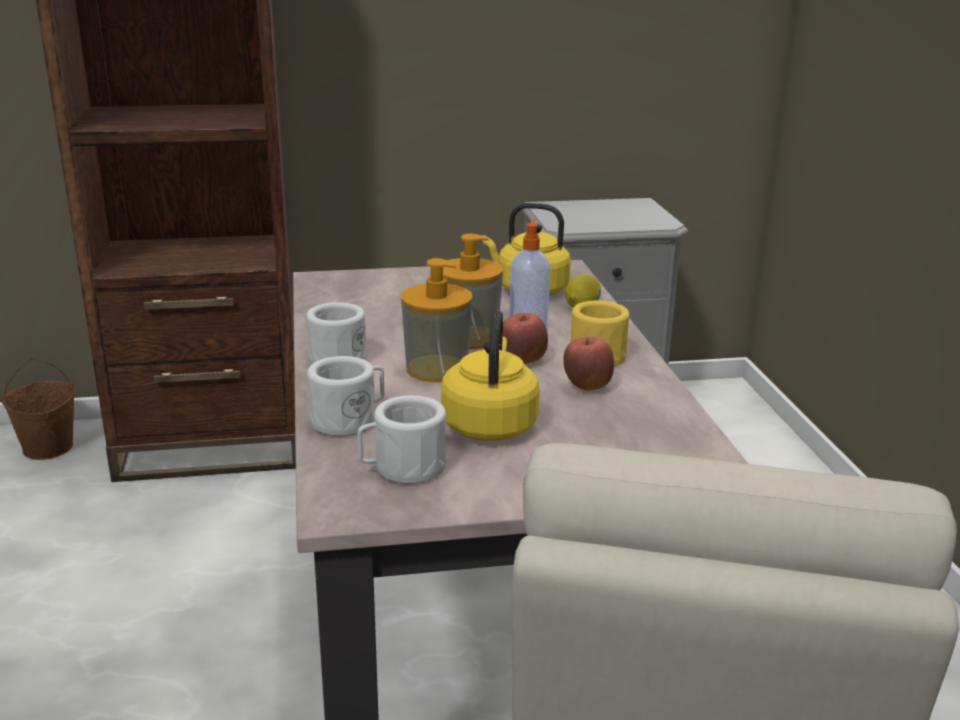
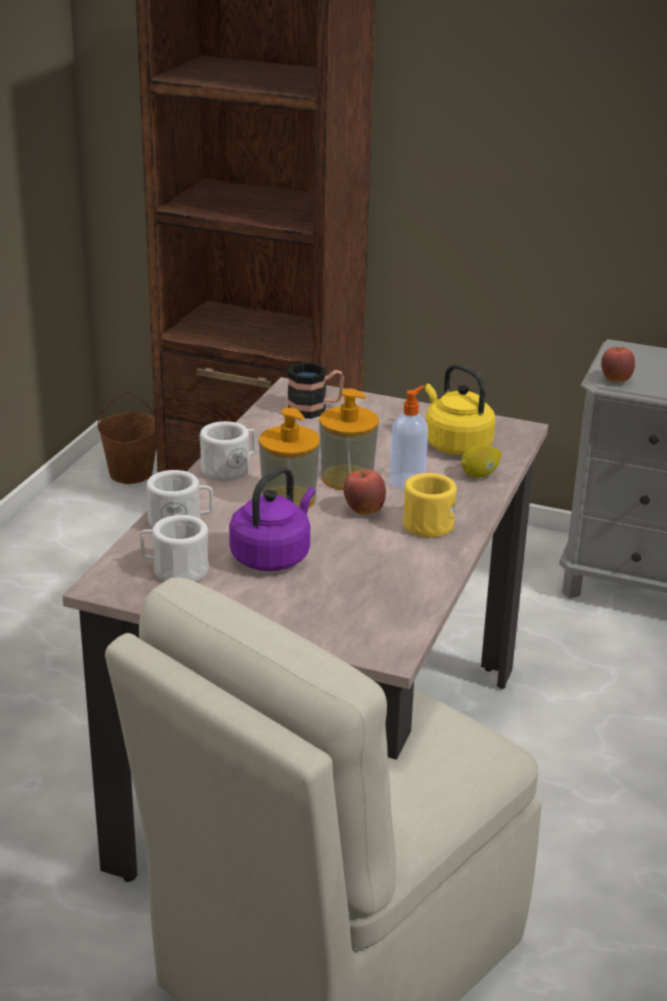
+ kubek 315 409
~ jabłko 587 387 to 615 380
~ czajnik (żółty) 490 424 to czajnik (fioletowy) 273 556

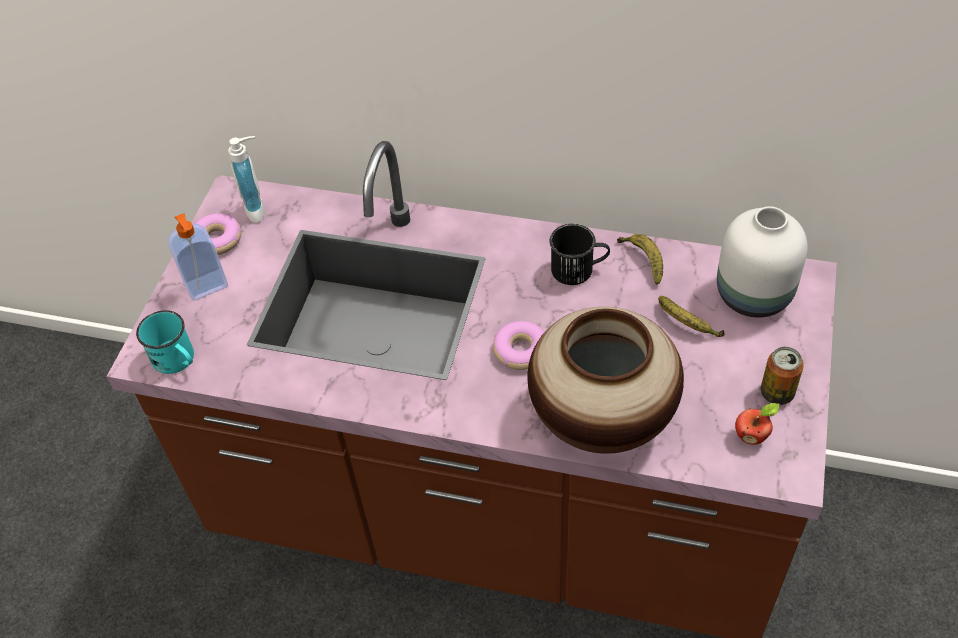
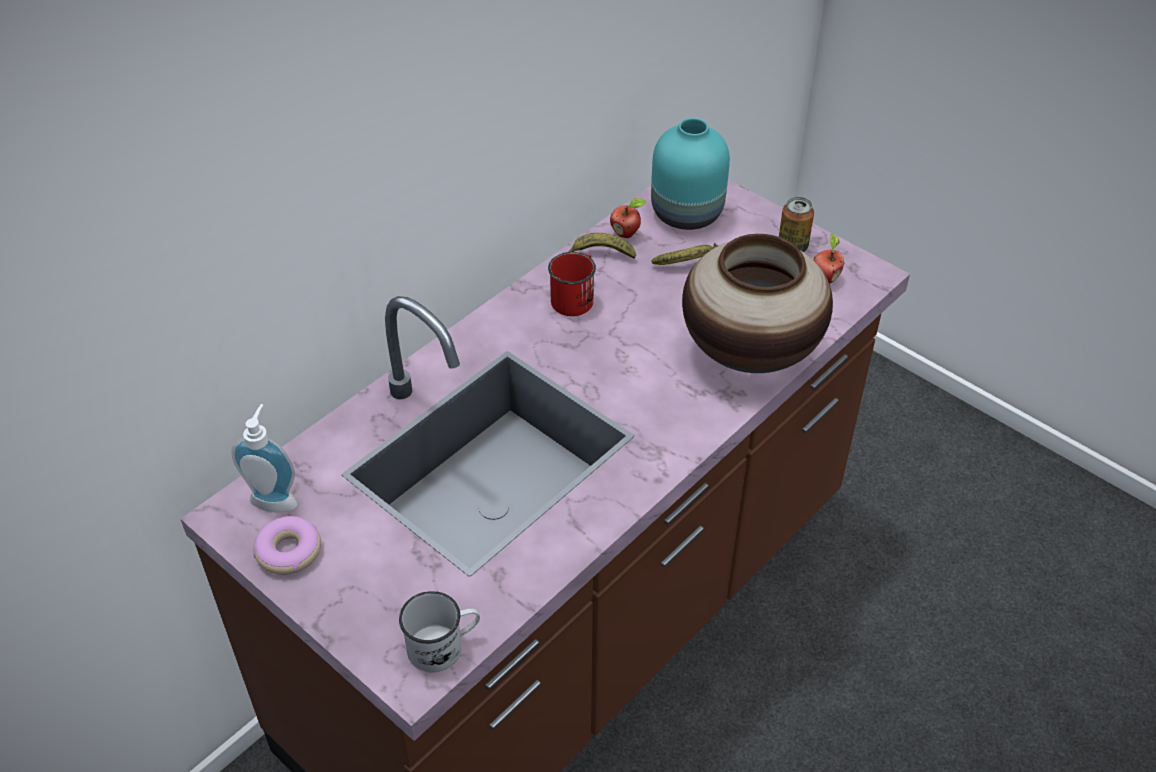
- dozownik mydła 207 286
- donut 521 350
+ jabłko 626 234
~ kubek (turkusowy) 177 361 to kubek (biały) 443 646
~ kubek (czarny) 579 270 to kubek (czerwony) 575 297
~ wazon (biały) 753 293 to wazon (turkusowy) 684 213

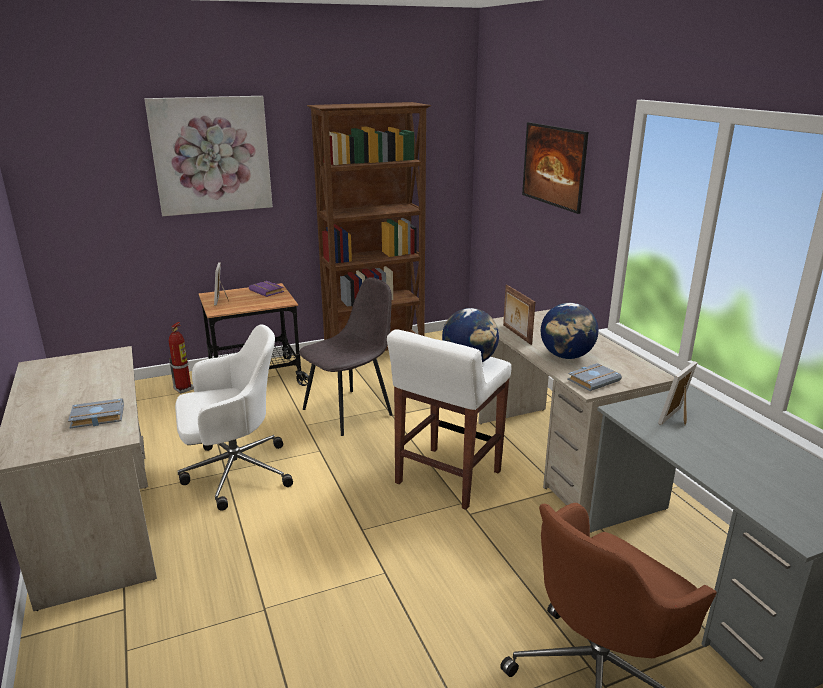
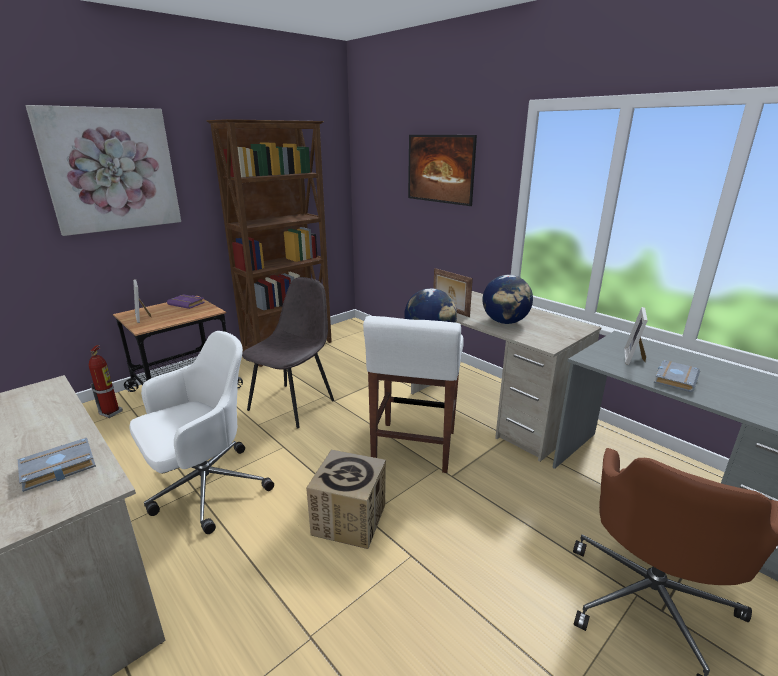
+ karton 349 519
~ książka (szary) 593 380 to 674 378

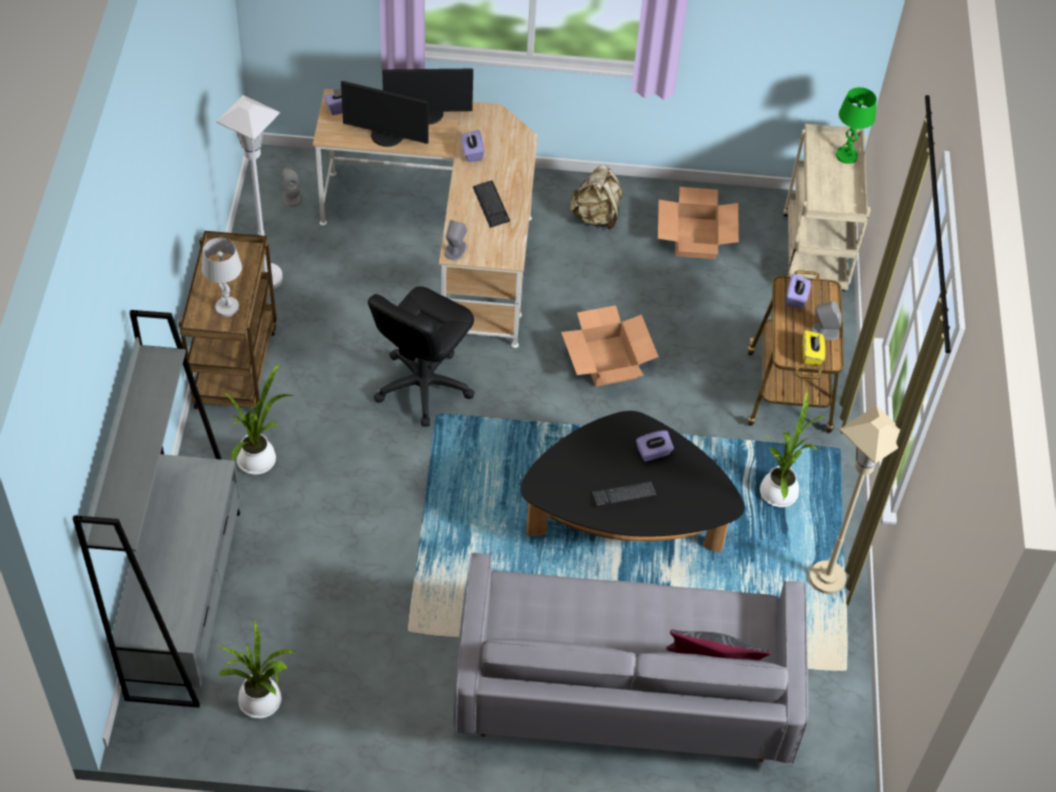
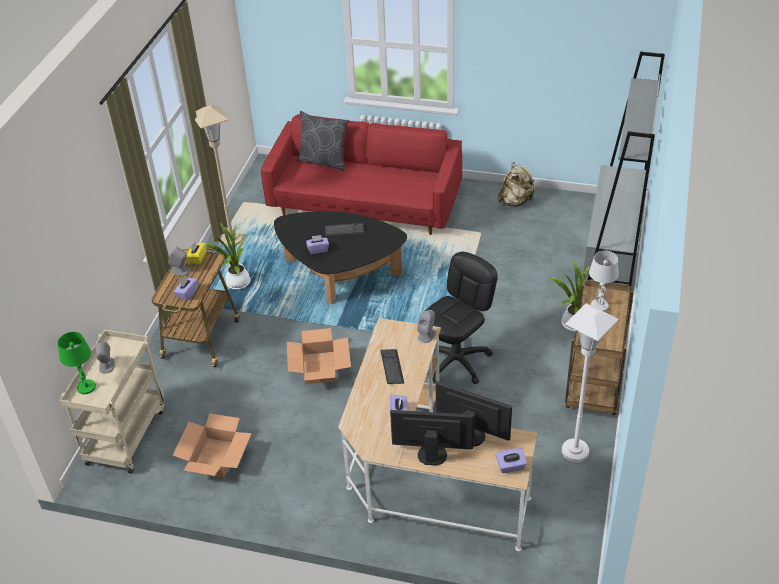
- roślina doniczkowa 263 703
~ głośnik (szary) 291 197 to 106 365
~ plecak (beżowy) 596 217 to 515 201
~ kanapa (szary) 624 687 to kanapa (czerwony) 365 203

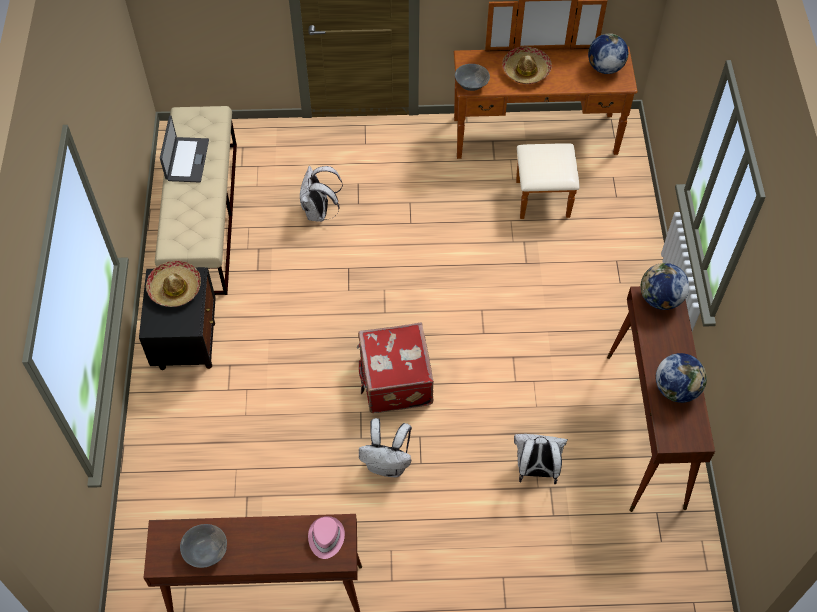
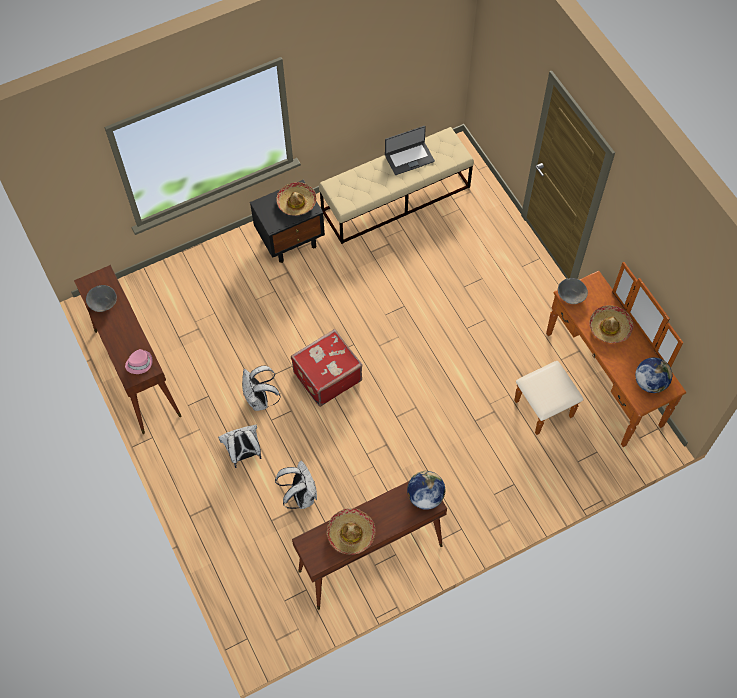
~ plecak (biały) 319 212 to 244 454
~ globus 676 389 to kapelusz 351 534

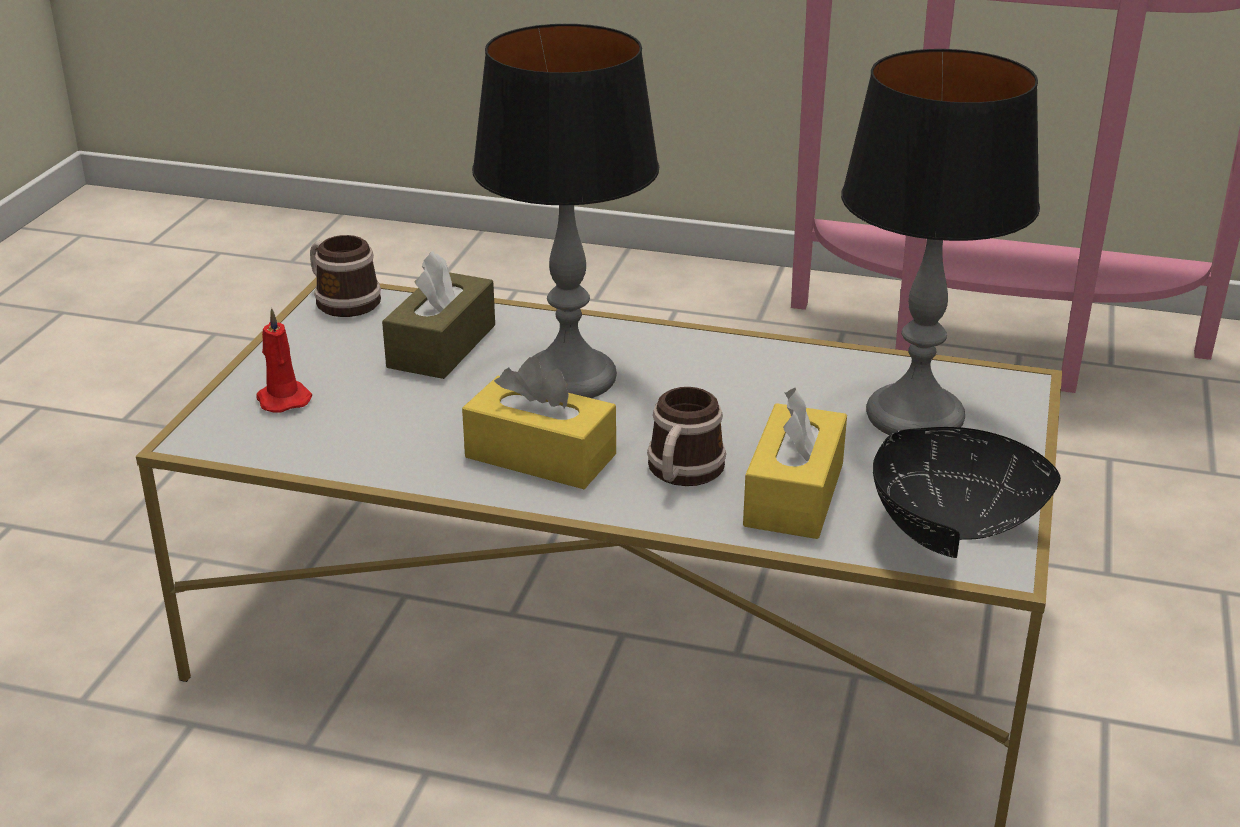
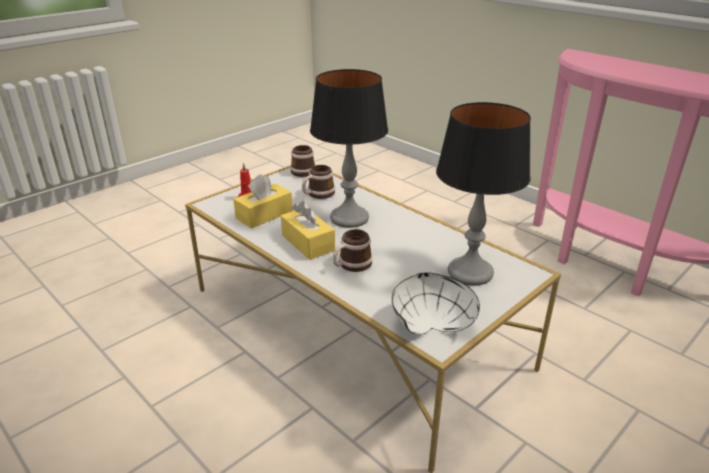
~ pudełko chusteczek (żółty) 794 494 to 264 215
~ pudełko chusteczek (brązowy) 442 346 to kubek 318 194
~ miska (czarny) 940 531 to miska (biały) 429 322

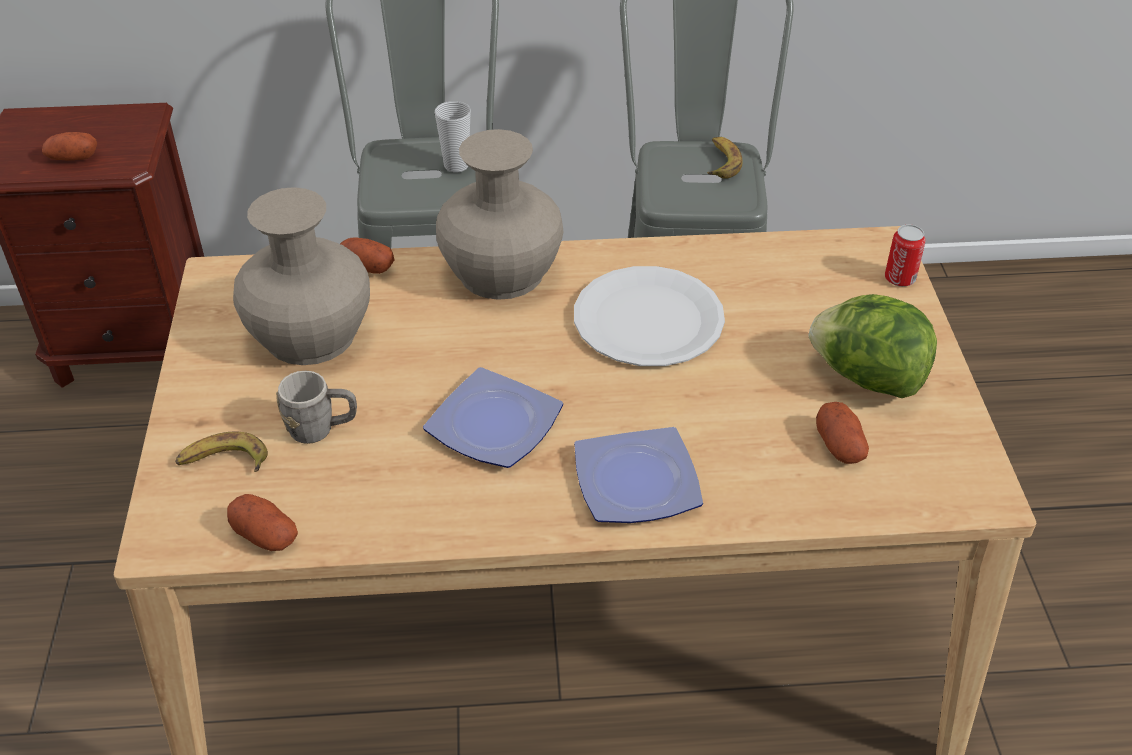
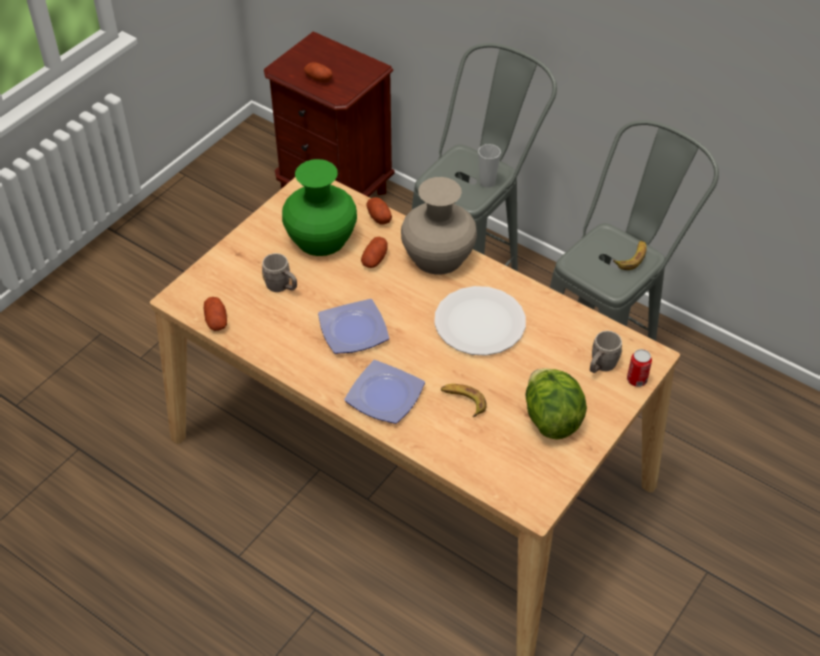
+ kubek (szary) 601 366
~ banan 223 461 to 463 401
~ ziemniak 840 446 to 374 259
~ wazon (beżowy) 310 334 to wazon (zielony) 321 238

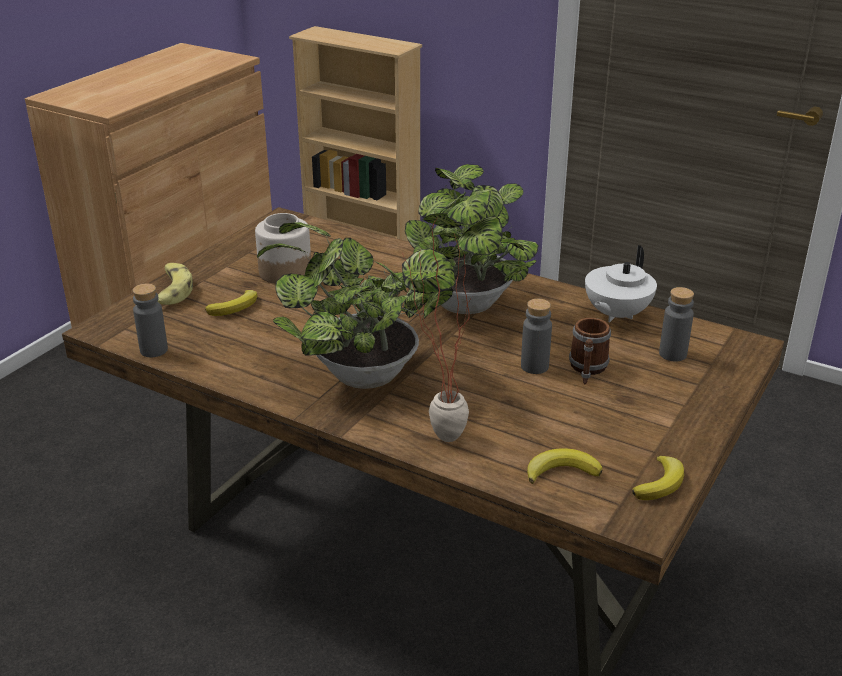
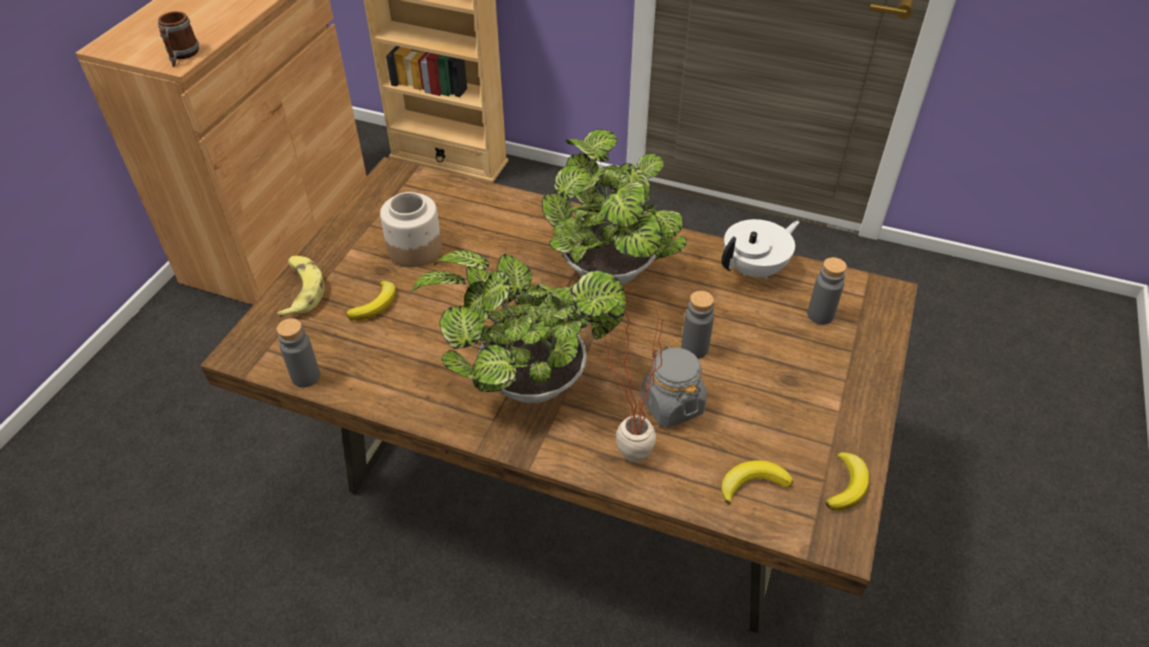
+ słoik (szary) 671 404
~ kubek 587 370 to 182 55
~ imbryk (biały) 615 314 = 755 269 150 degrees counterclockwise

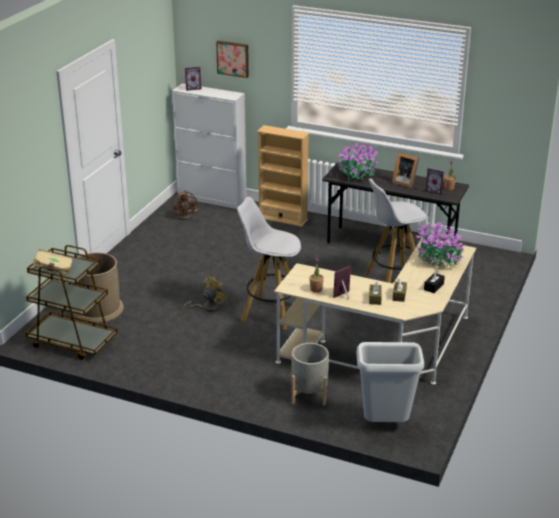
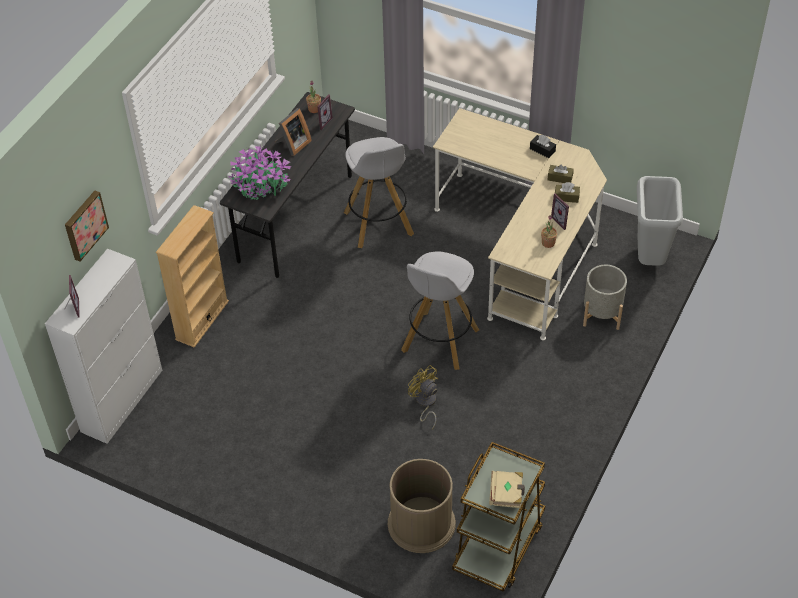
- wentylator (brązowy) 186 216
- roślina doniczkowa 438 259

